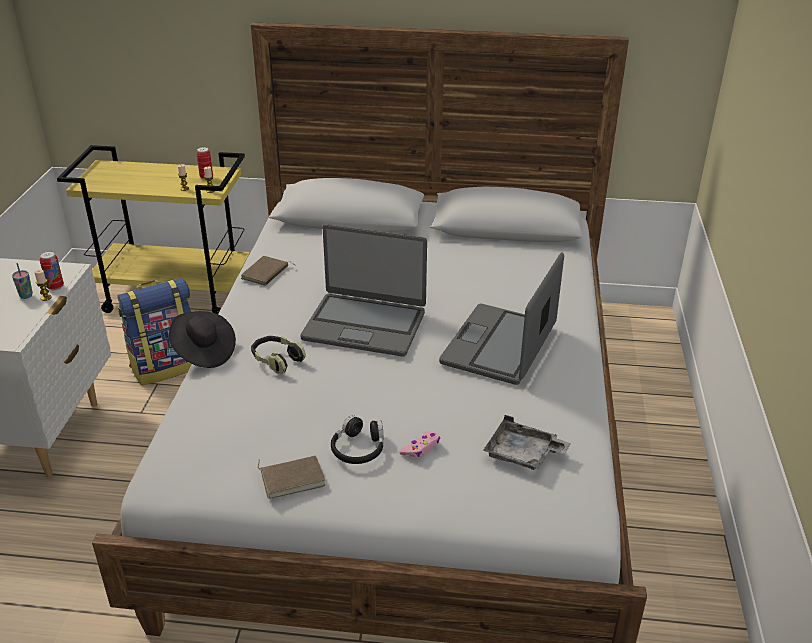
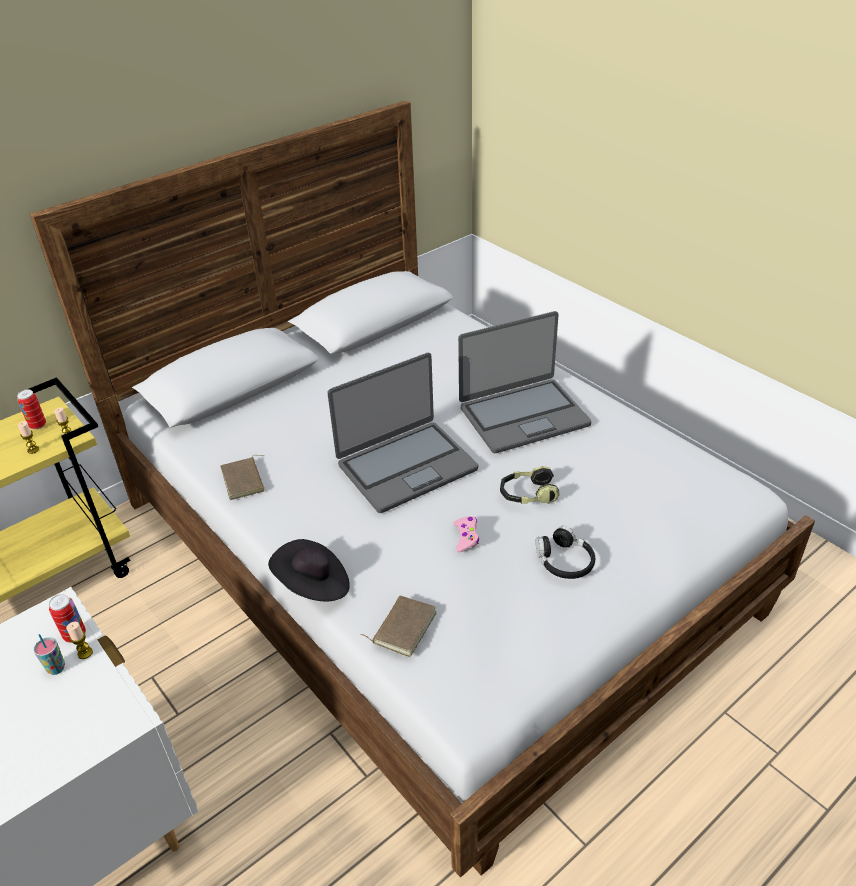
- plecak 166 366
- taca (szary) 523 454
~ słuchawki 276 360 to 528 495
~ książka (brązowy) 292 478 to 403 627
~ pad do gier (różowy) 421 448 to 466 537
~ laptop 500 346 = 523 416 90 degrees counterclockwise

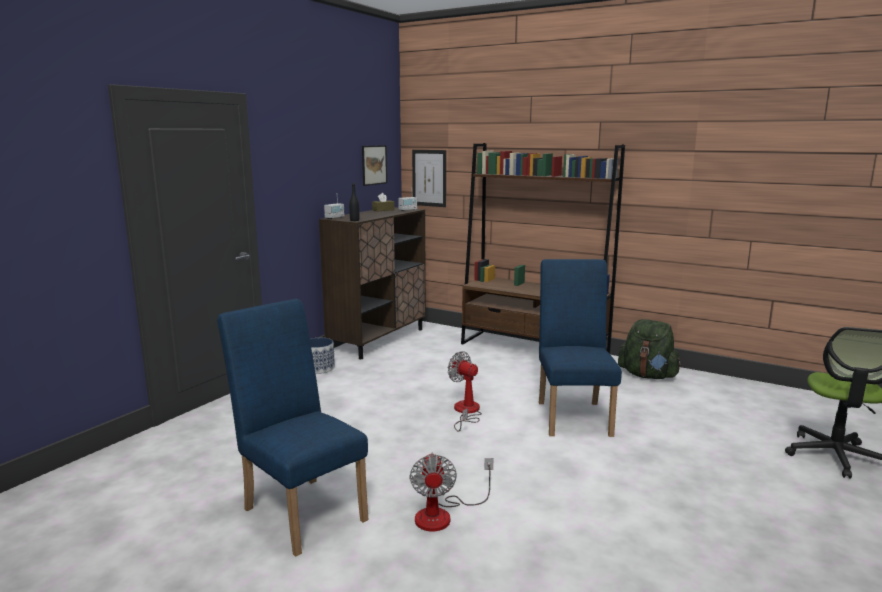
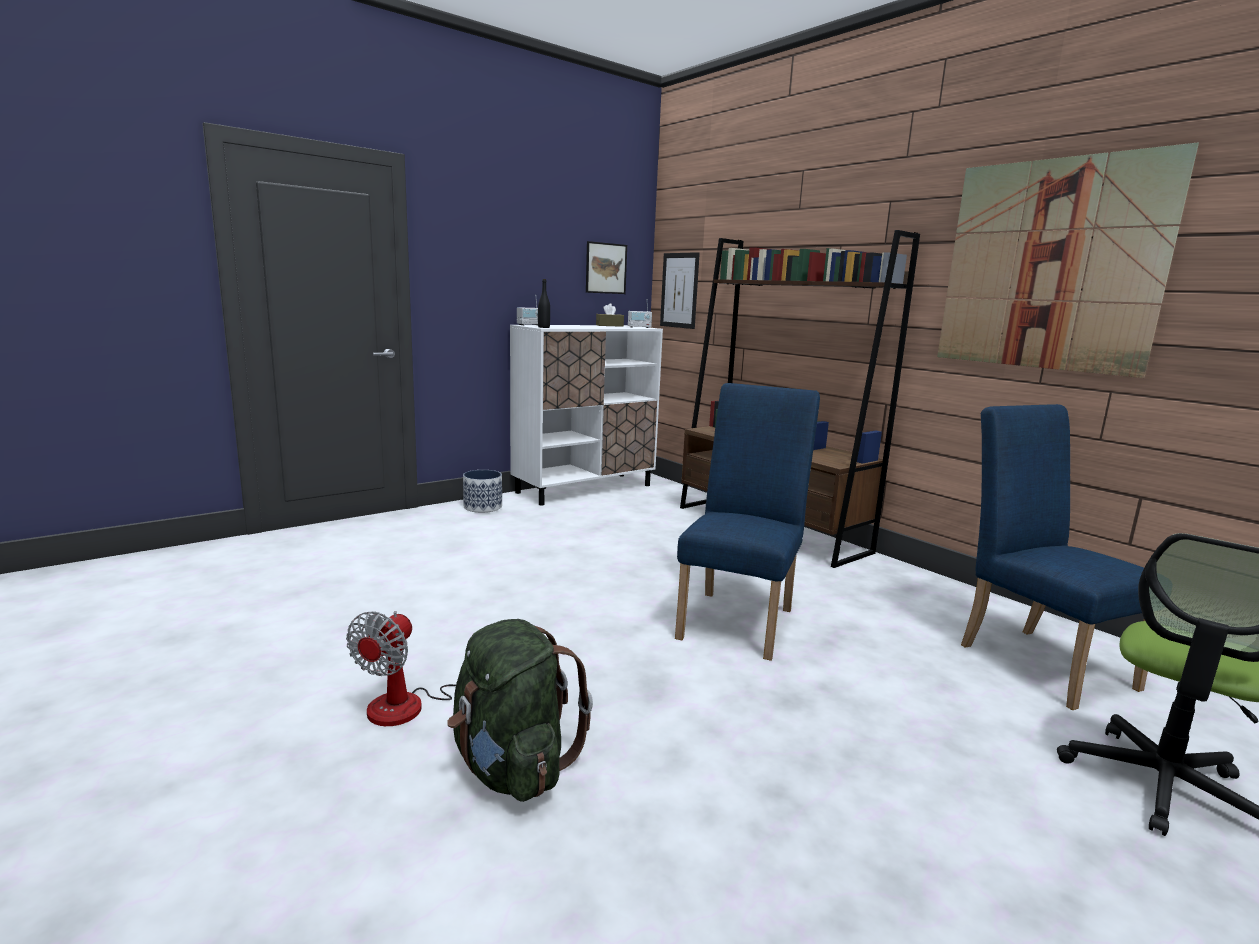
- wentylator 466 412
+ obraz 1049 265
~ krzesło (niebieski) 301 509 to 1036 659
~ plecak (zielony) 648 375 to 512 767
~ szafka (brązowy) 378 340 to szafka (biały) 585 489

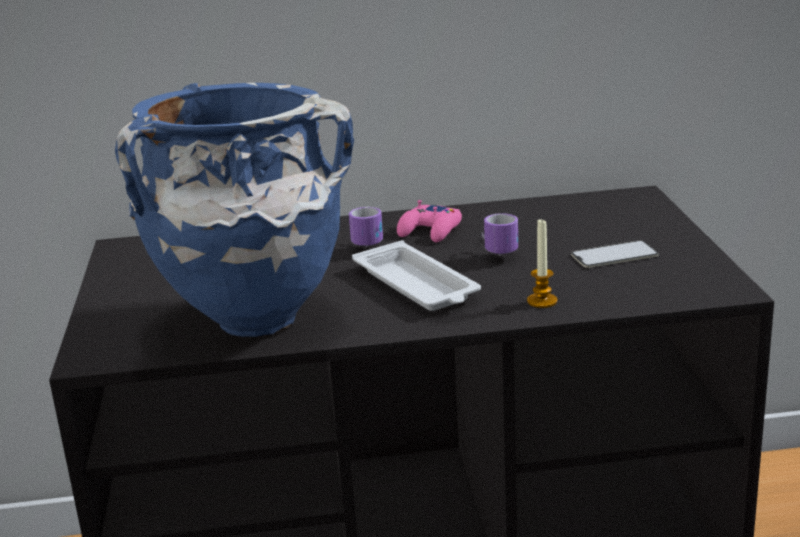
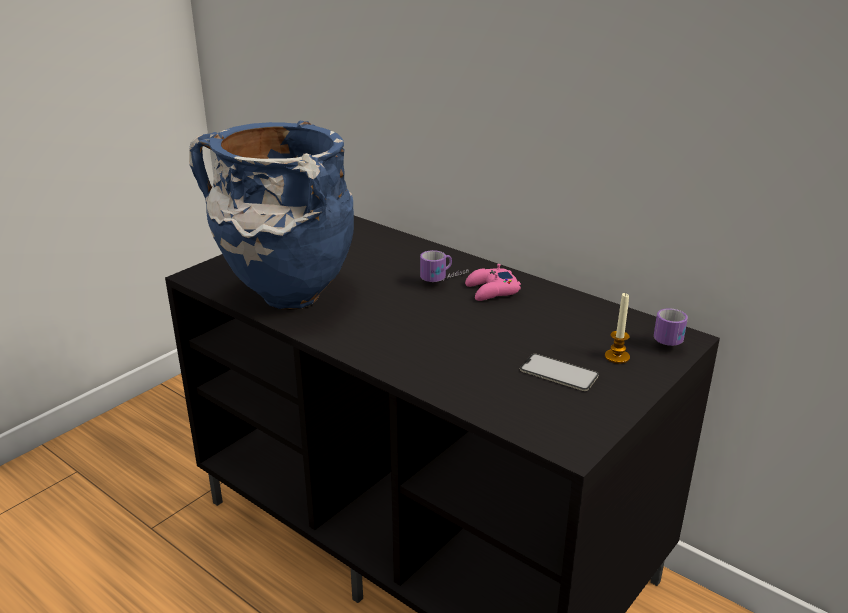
- taca (biały) 417 286
~ kubek 495 250 to 672 338
~ świeca 542 301 to 617 357

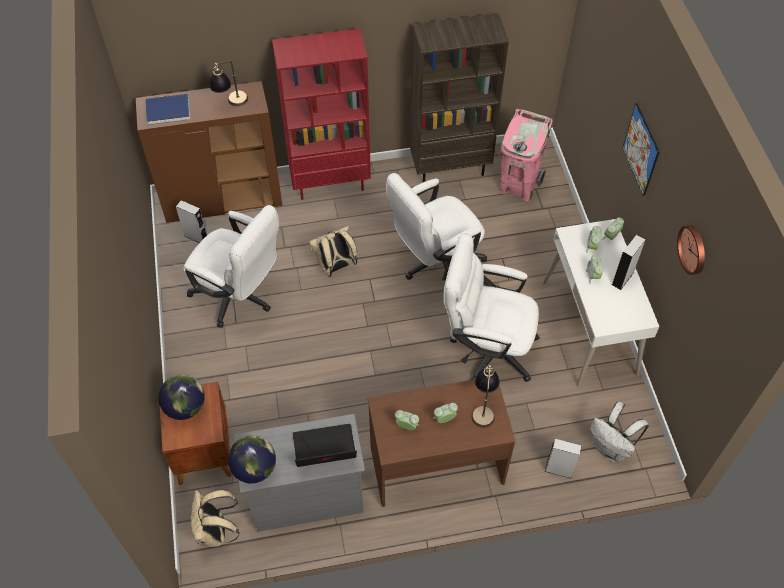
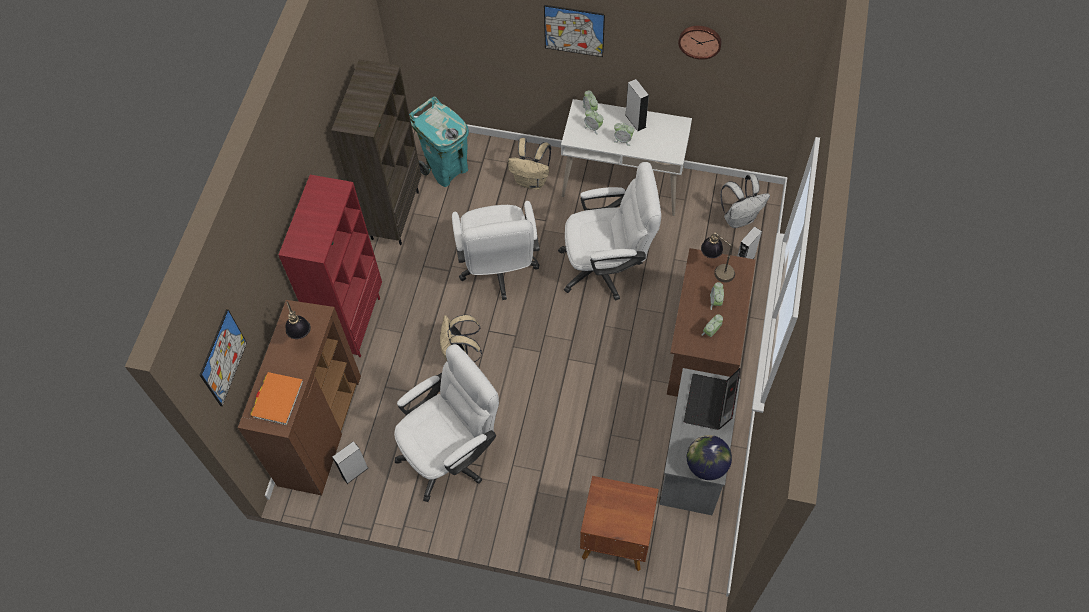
- globus 185 407
+ obraz 223 358
~ plecak (beżowy) 216 532 to 532 181
~ książka (niebieski) 168 111 to książka (pomarańczowy) 277 399
~ kosz na śmieci (różowy) 518 185 to kosz na śmieci (turkusowy) 446 169
~ krzesło biurowe (biały) 486 348 = 607 266 135 degrees counterclockwise

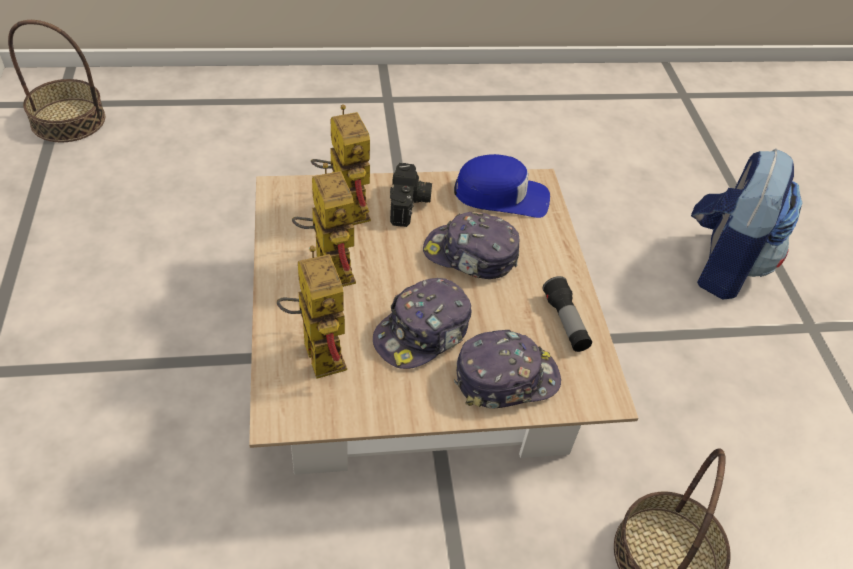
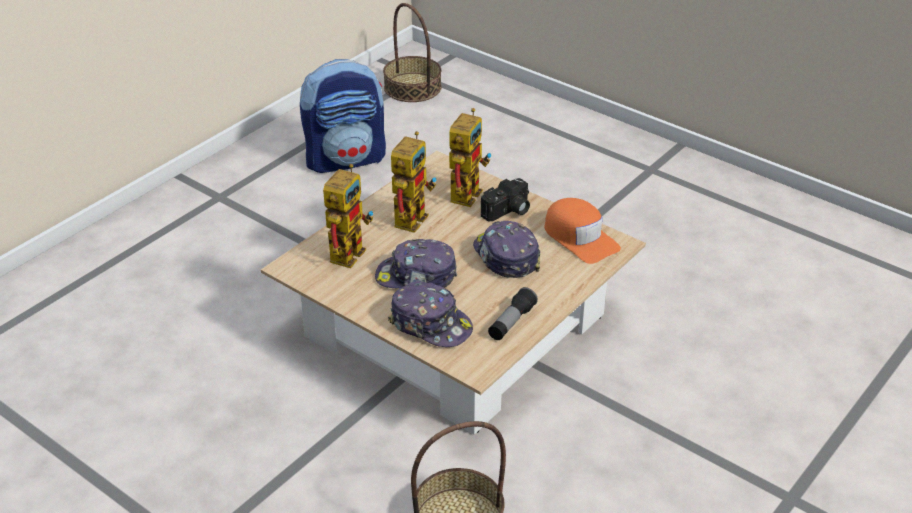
~ plecak 722 265 to 346 159
~ czapka z daszkiem (niebieski) 502 195 to czapka z daszkiem (pomarańczowy) 580 238

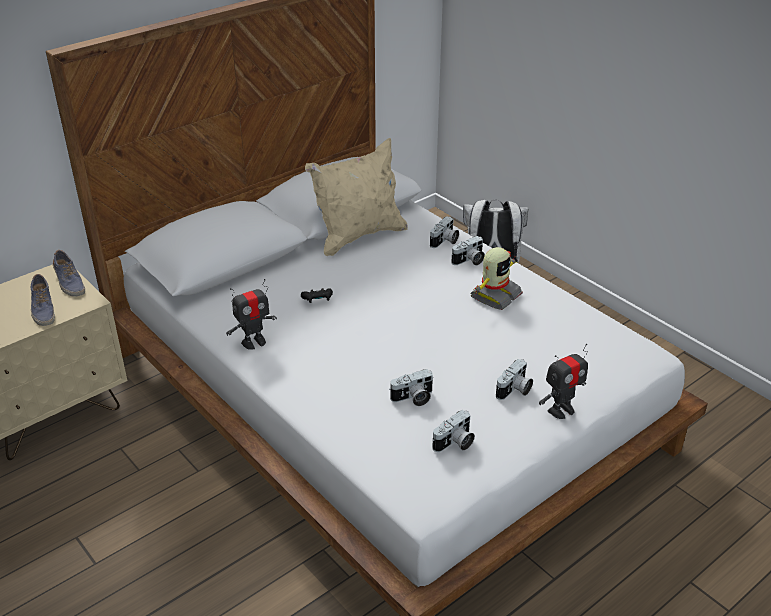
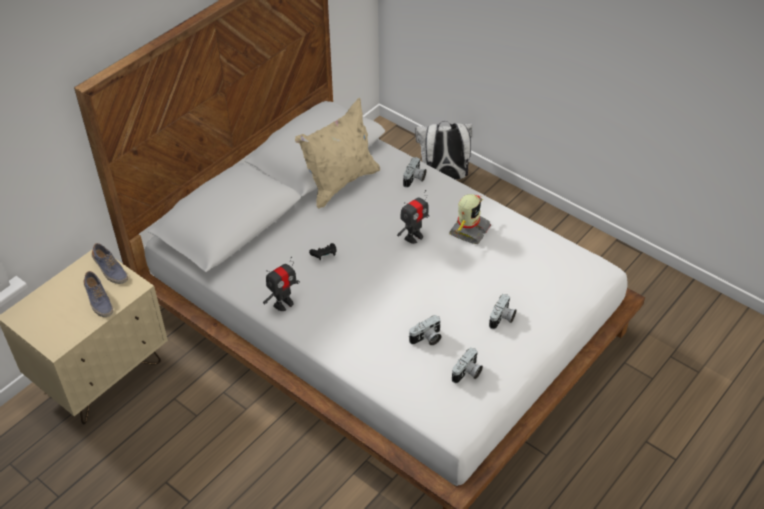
- aparat fotograficzny 469 261
~ robot zabawkowy 561 410 to 413 237

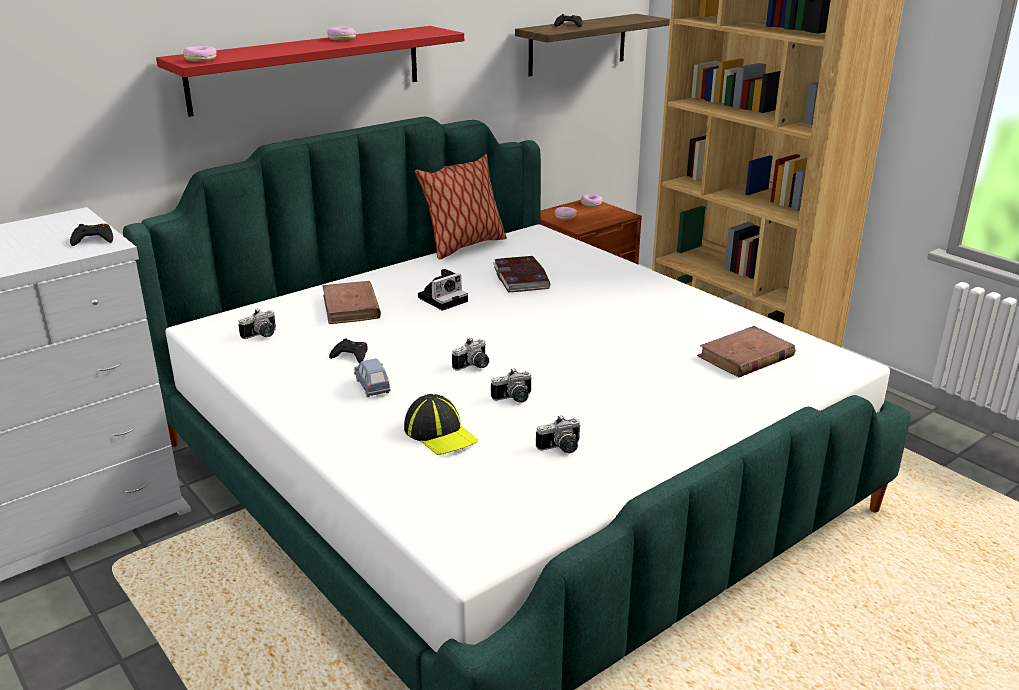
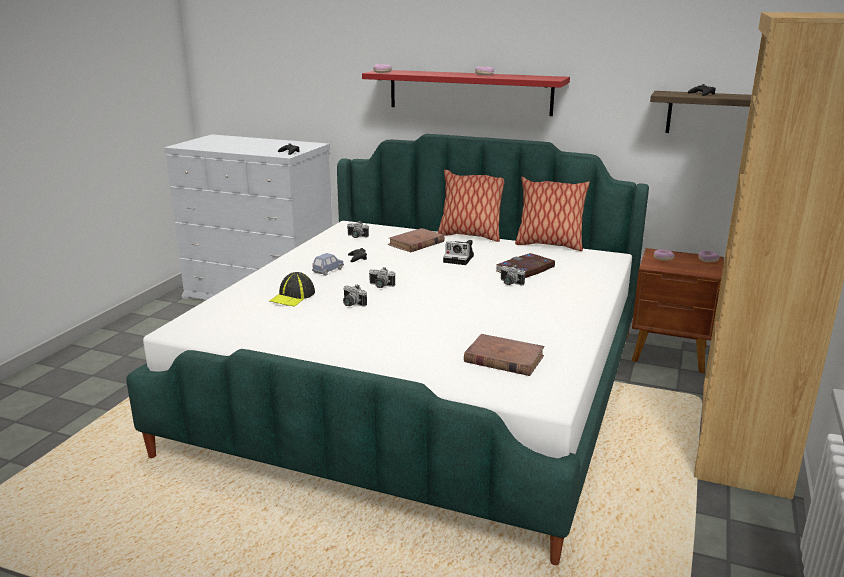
+ poduszka 470 236
~ aparat fotograficzny 561 448 to 509 283

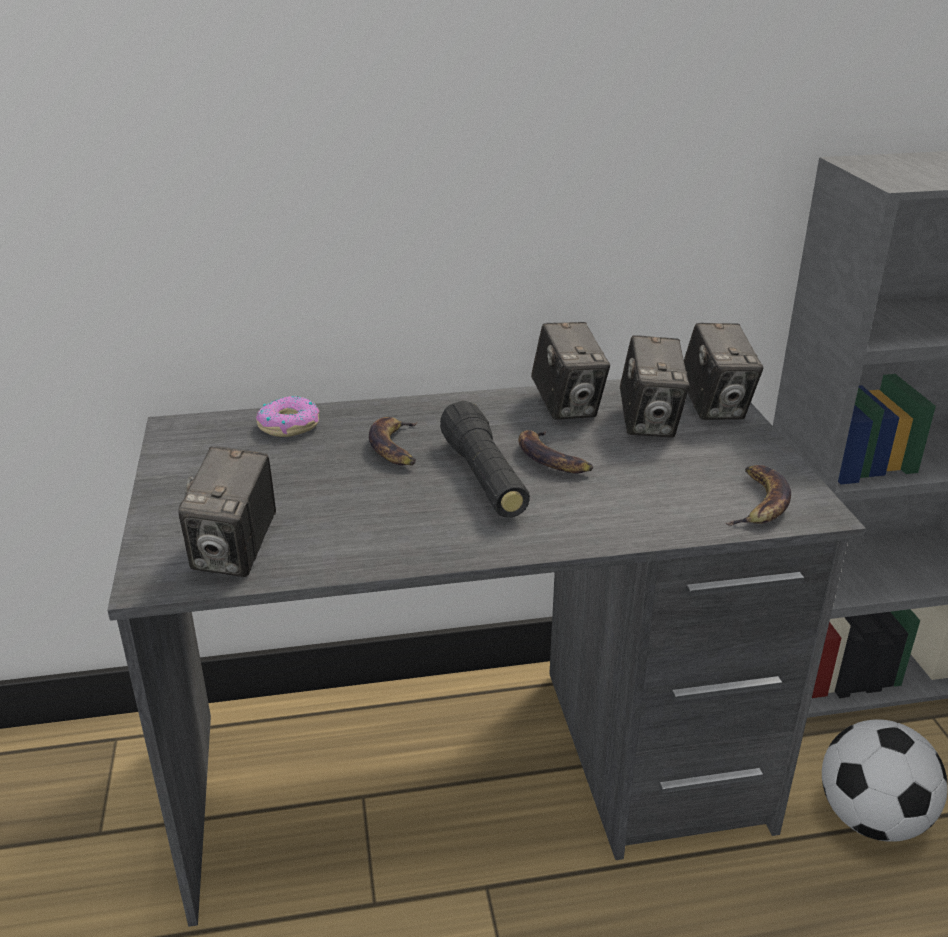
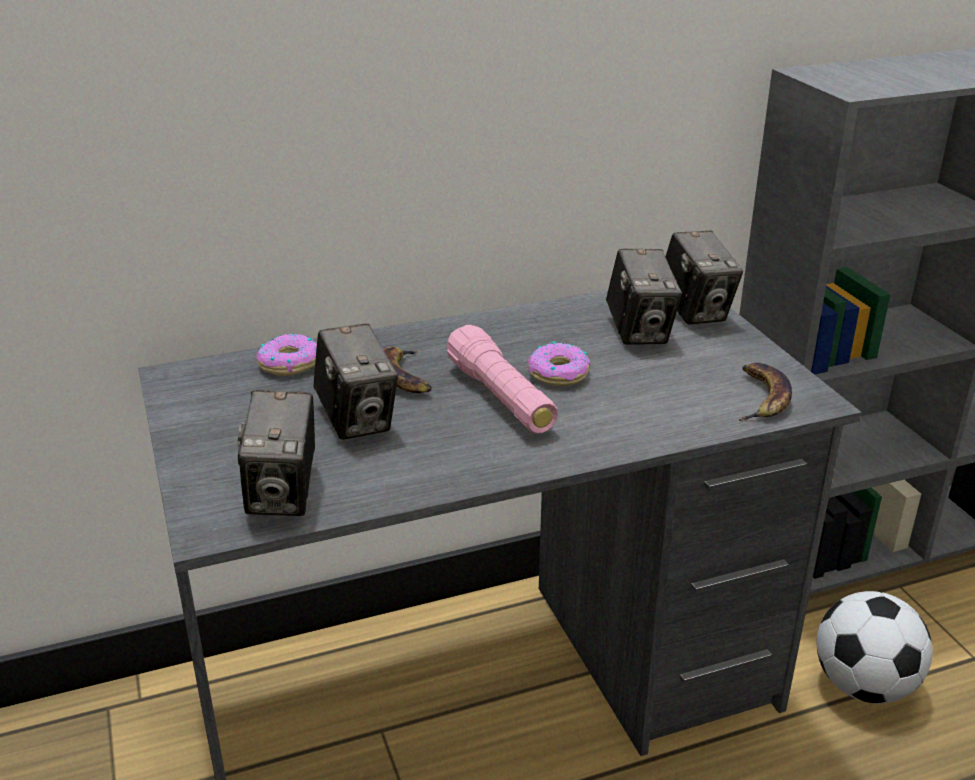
~ aparat fotograficzny 567 406 to 357 420
~ banan 552 458 to donut 559 373
~ latarka (czarny) 484 478 to latarka (różowy) 501 398

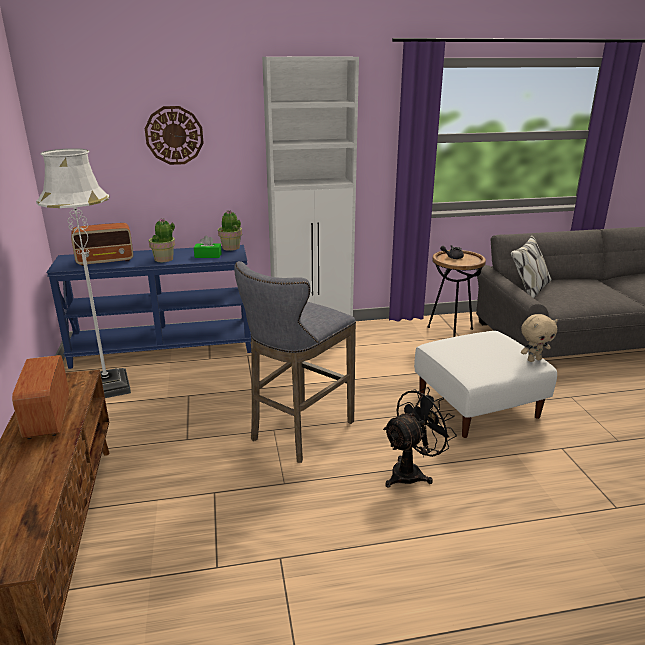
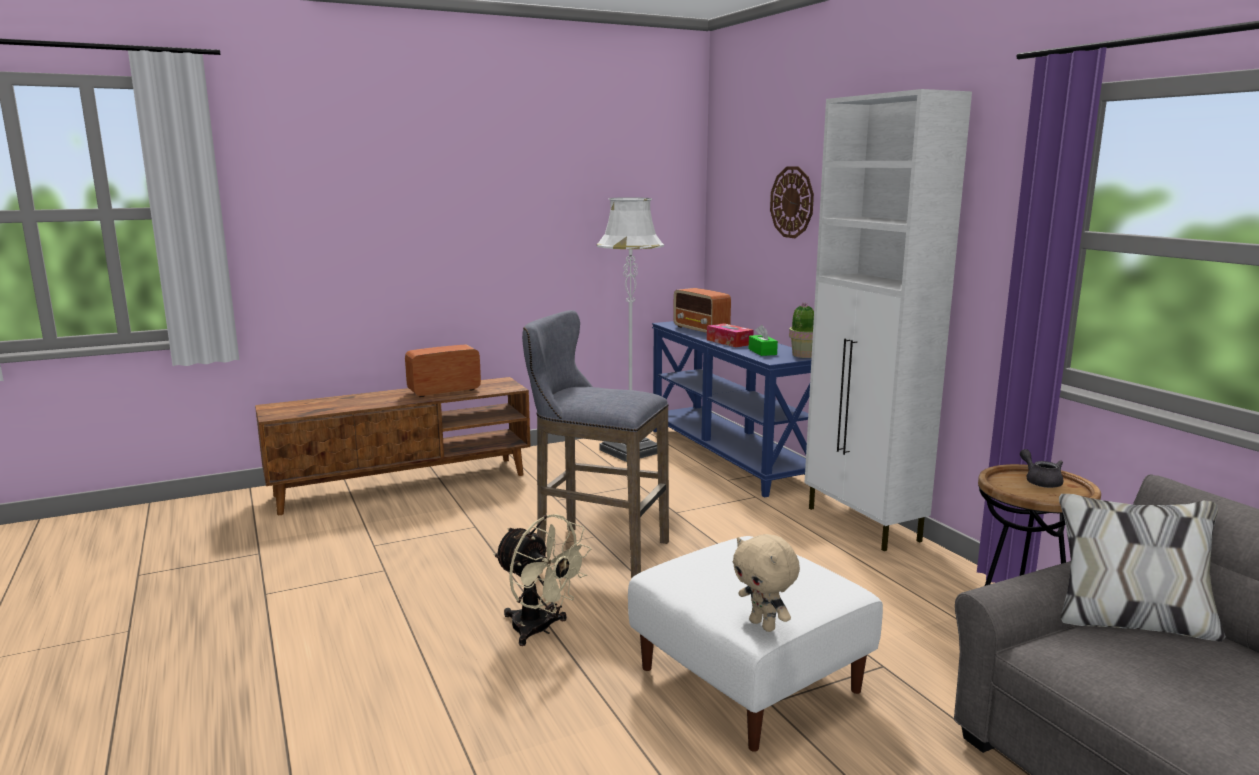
~ roślina doniczkowa 164 259 to pudełko chusteczek 729 342
~ wentylator (czarny) 412 472 to wentylator (beżowy) 540 630

